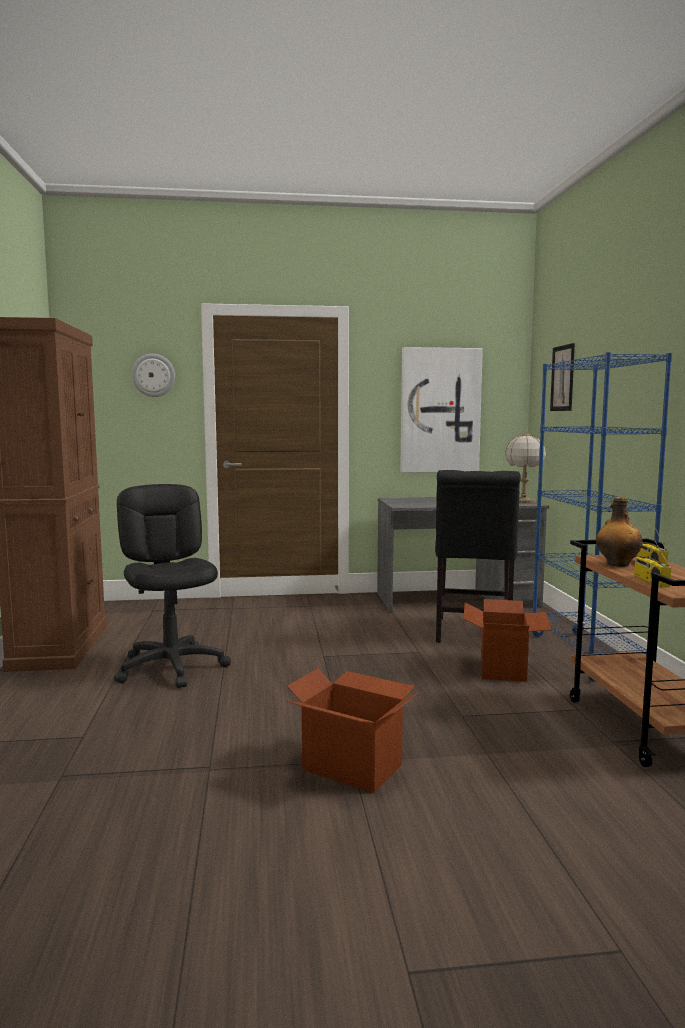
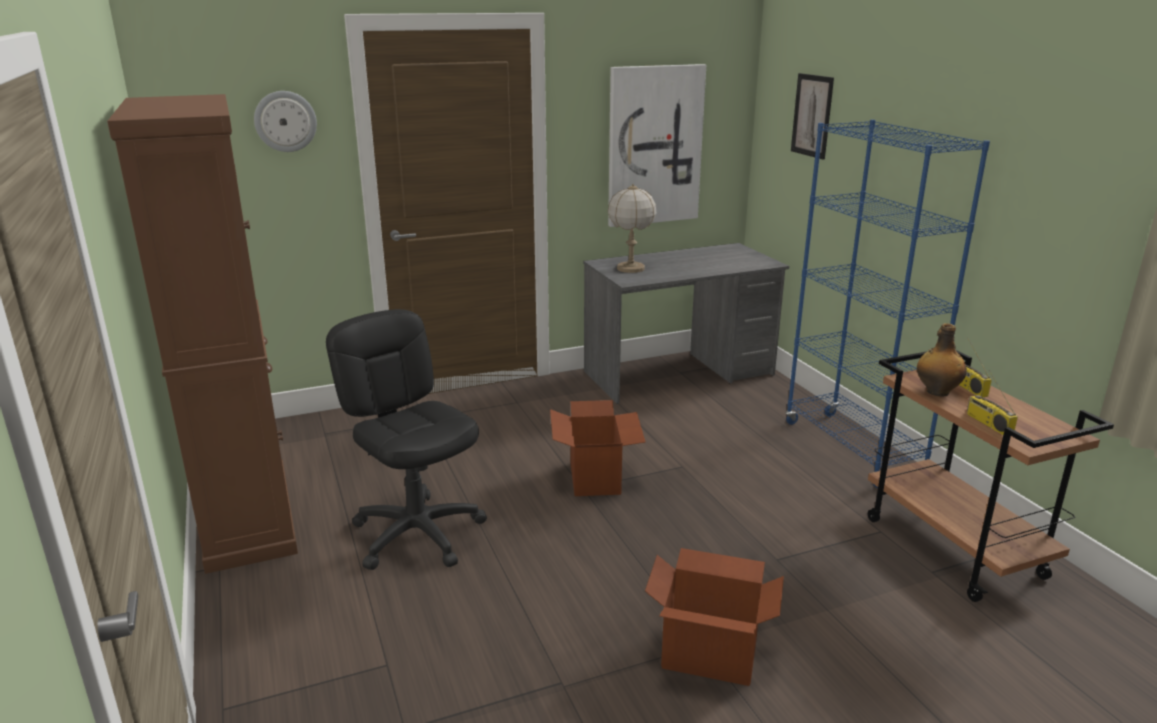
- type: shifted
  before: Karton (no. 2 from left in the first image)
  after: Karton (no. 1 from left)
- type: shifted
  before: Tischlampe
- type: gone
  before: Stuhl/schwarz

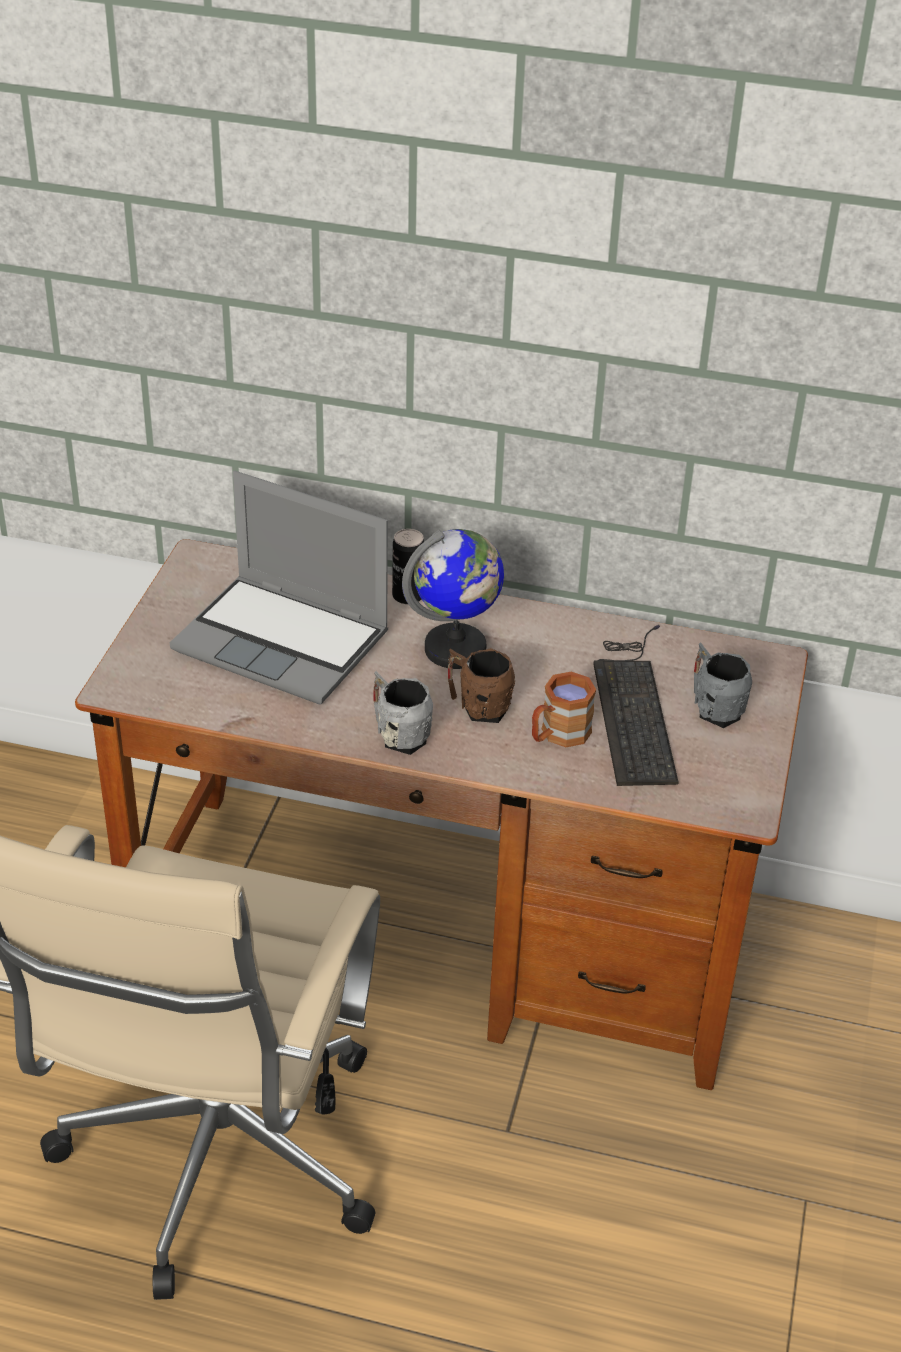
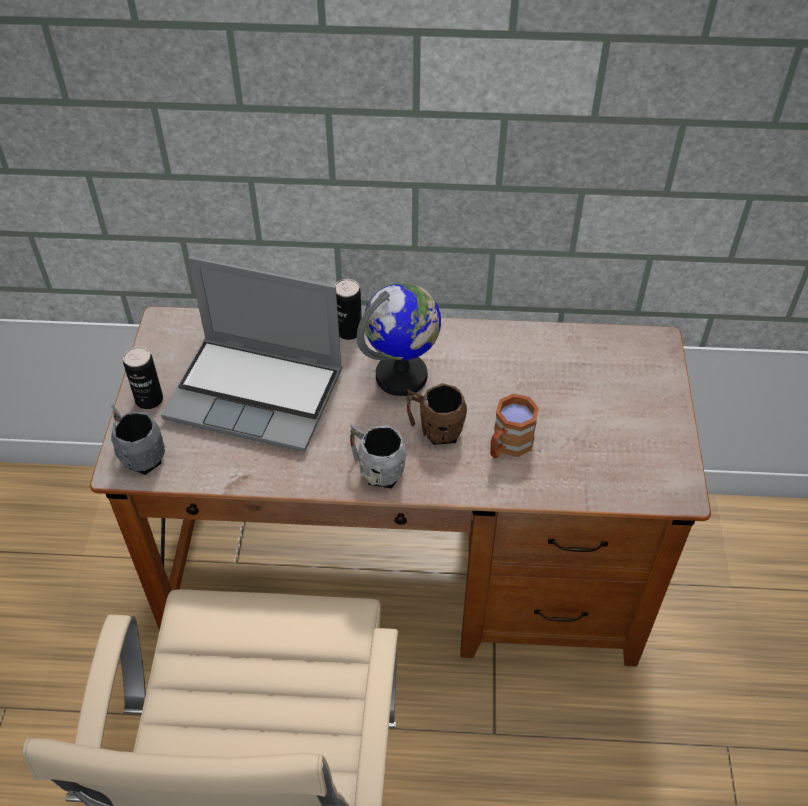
- type: shifted
  before: Henkelbecher/grau (no. 2 from left in the first image)
  after: Henkelbecher/grau (no. 1 from left)
- type: new
  after: Dose (no. 1 from left)
- type: gone
  before: Tastatur

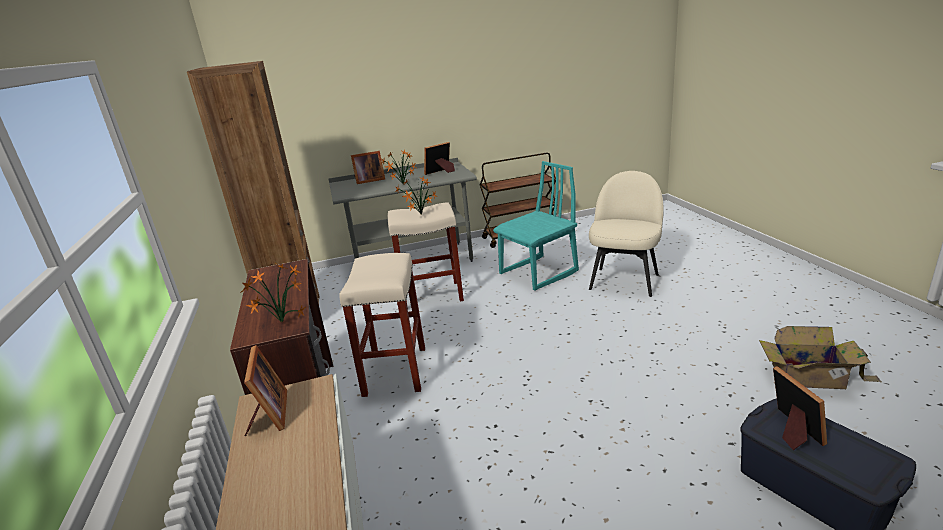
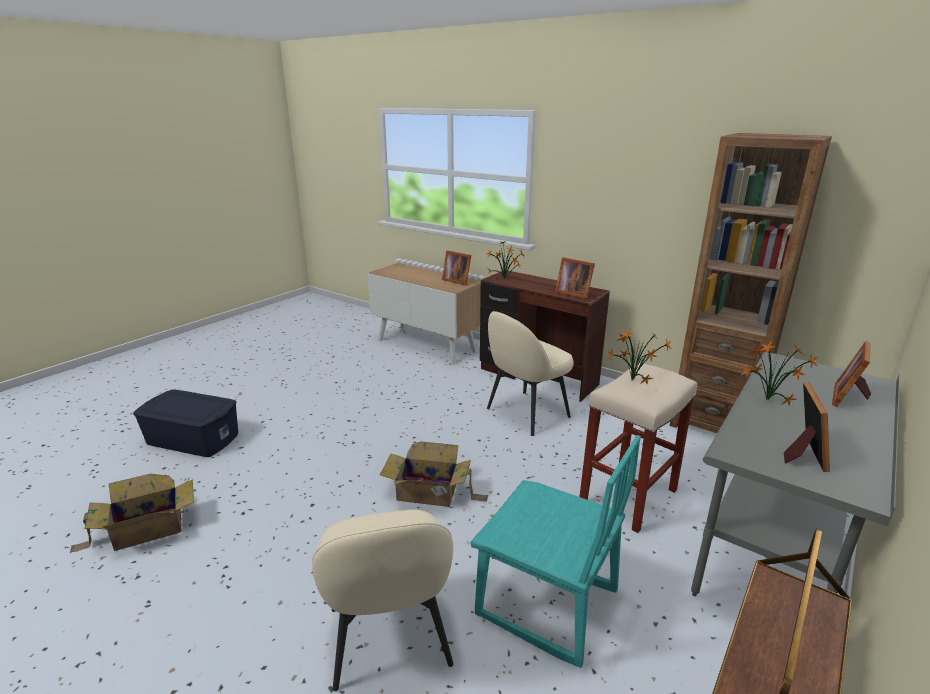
- type: new
  after: Karton (no. 2 from left)
- type: rotated
  before: Stuhl/türkis
  turn: -75
- type: swapped
  before: Hocker/beige (no. 1 from left)
  after: Stuhl/beige (no. 2 from left)
- type: shifted
  before: Bilderrahmen (no. 4 from left in the first image)
  after: Bilderrahmen (no. 2 from left)

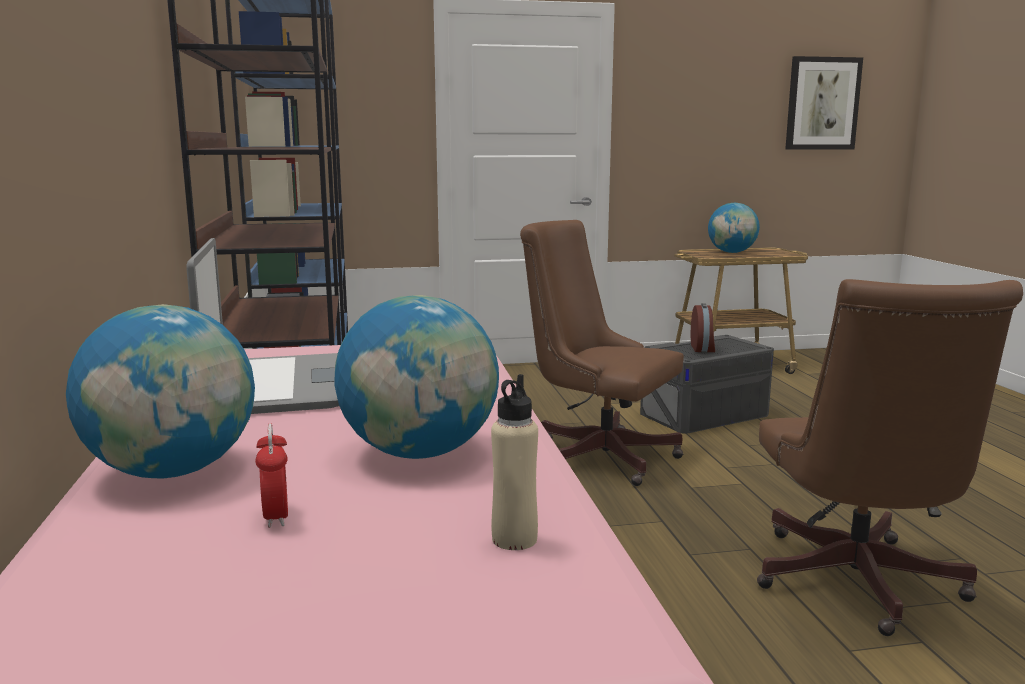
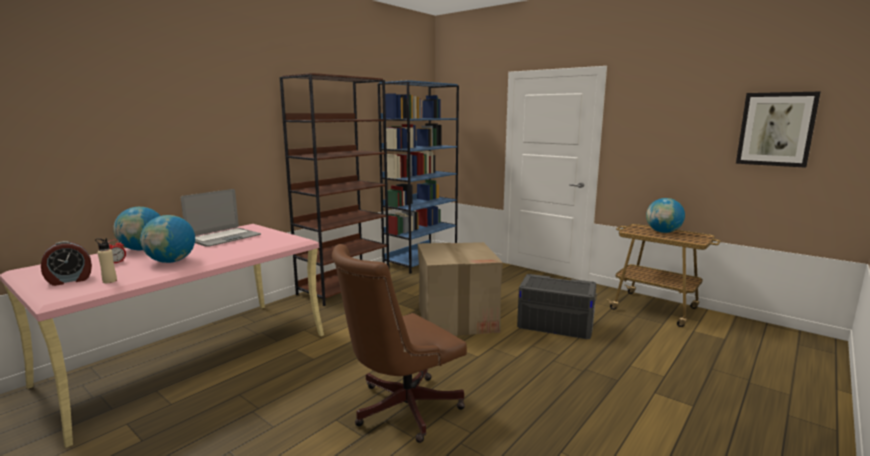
- type: shifted
  before: Wecker (no. 2 from left in the first image)
  after: Wecker (no. 1 from left)
- type: swapped
  before: Bürostuhl/braun (no. 1 from left)
  after: Karton

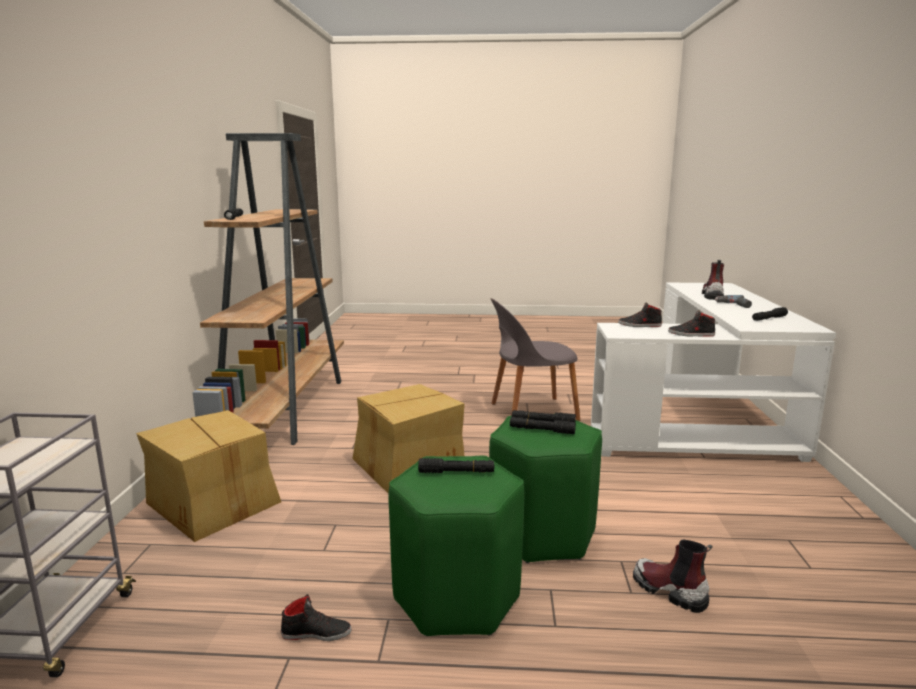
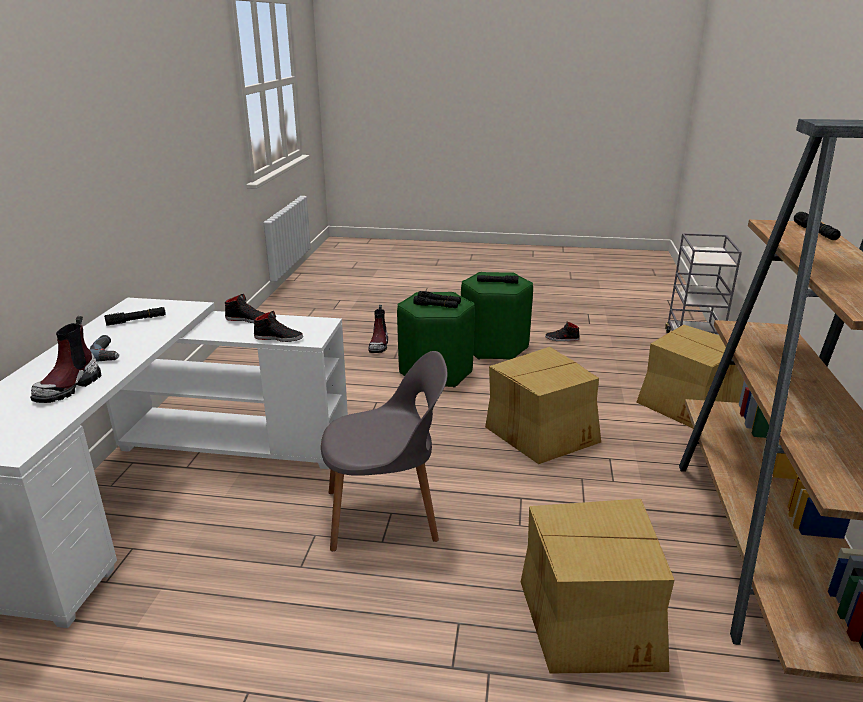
- type: rotated
  before: Stiefel (no. 1 from left in the first image)
  turn: 45
- type: new
  after: Karton (no. 2 from left)

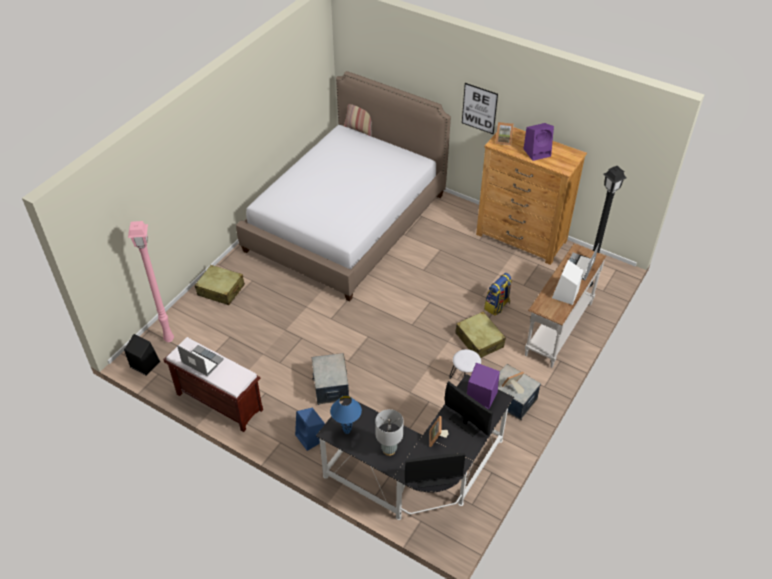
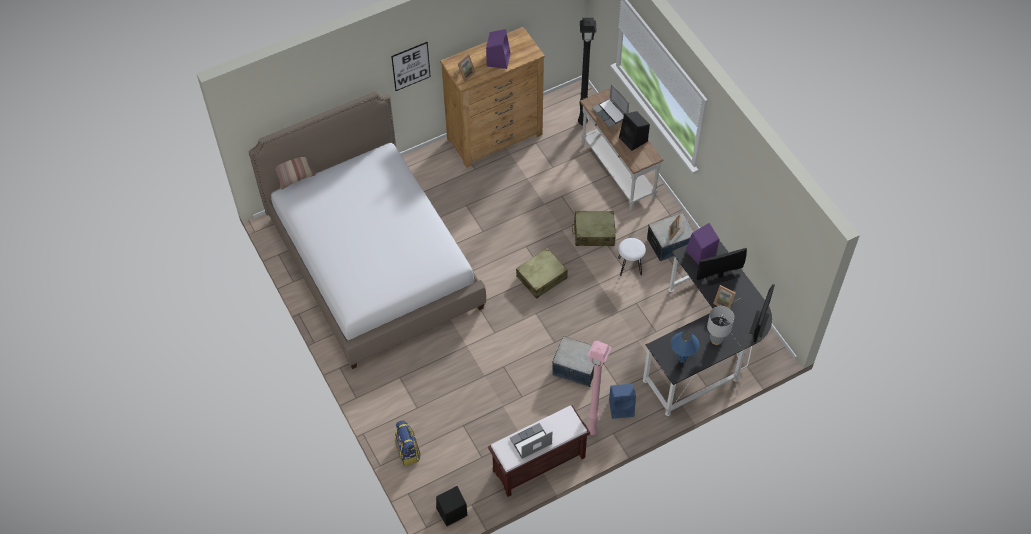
- type: shifted
  before: Rucksack
- type: shifted
  before: Koffer/beige (no. 1 from left)
- type: shifted
  before: Stehlampe/rosa
- type: repainted
  before: Lautsprecher/weiß
  after: Lautsprecher/schwarz (no. 2 from left)

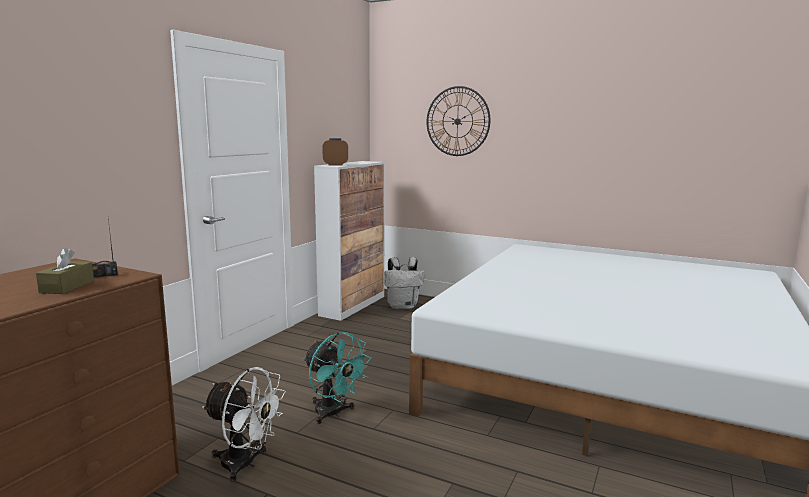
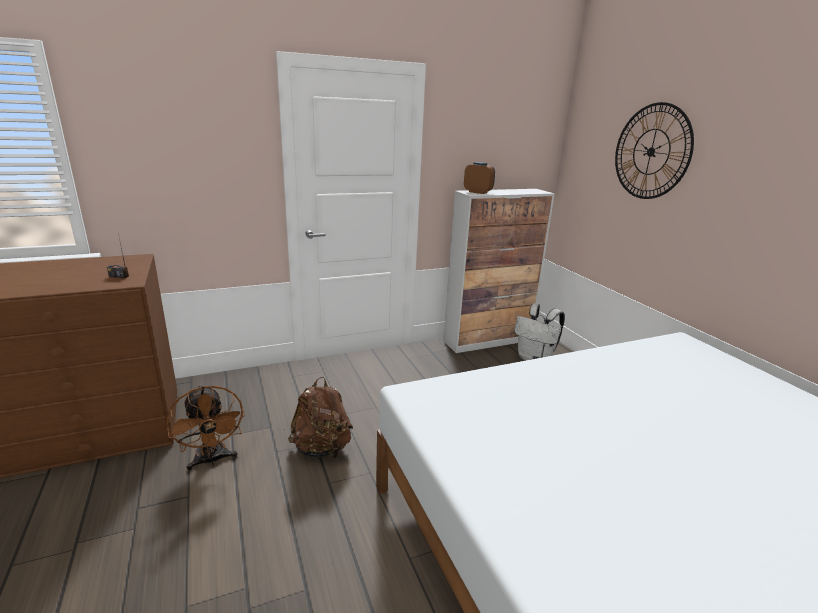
- type: repainted
  before: Ventilator/weiß
  after: Ventilator/braun
- type: swapped
  before: Ventilator/türkis
  after: Rucksack/braun
- type: gone
  before: Taschentuchbox/braun

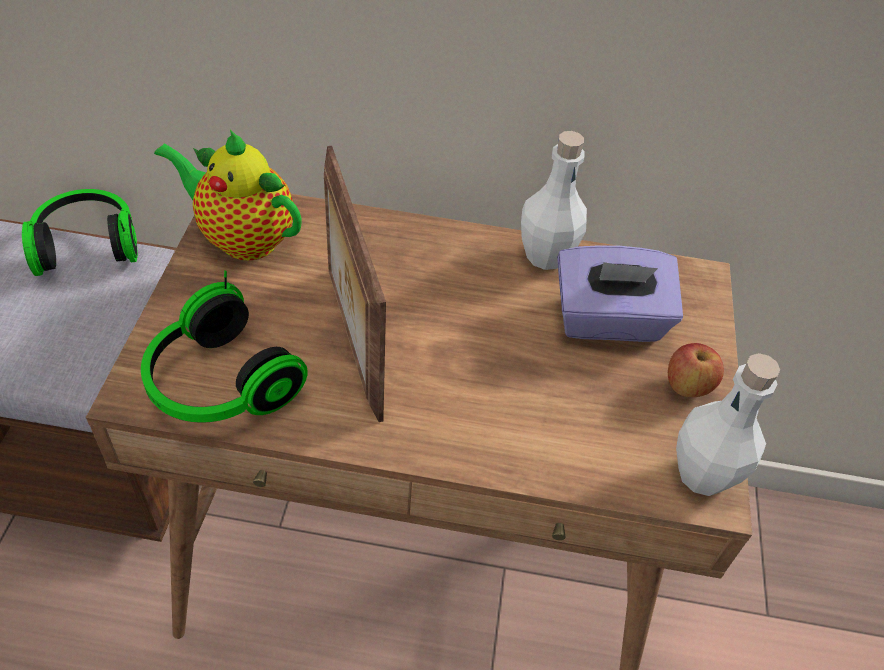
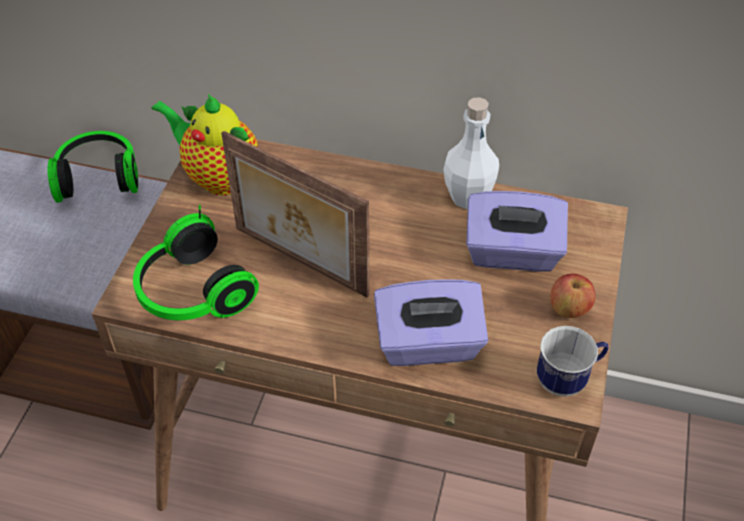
- type: rotated
  before: Bilderrahmen
  turn: -45
- type: new
  after: Taschentuchbox/lila (no. 1 from left)
- type: swapped
  before: Flasche/weiß (no. 2 from left)
  after: Henkelbecher

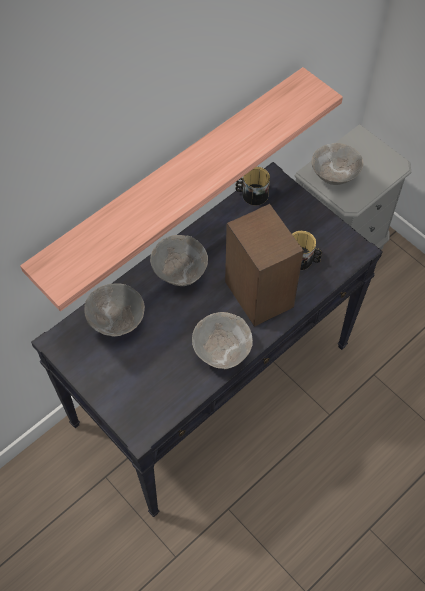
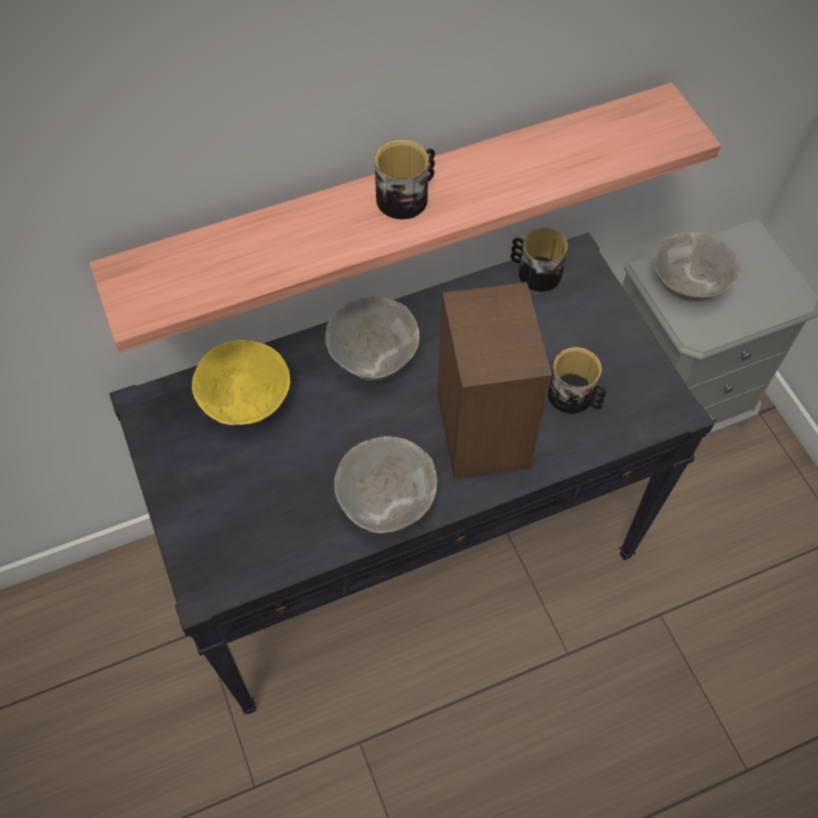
- type: repainted
  before: Schüssel/grau (no. 1 from left)
  after: Schüssel/gelb
- type: new
  after: Henkelbecher (no. 1 from left)

